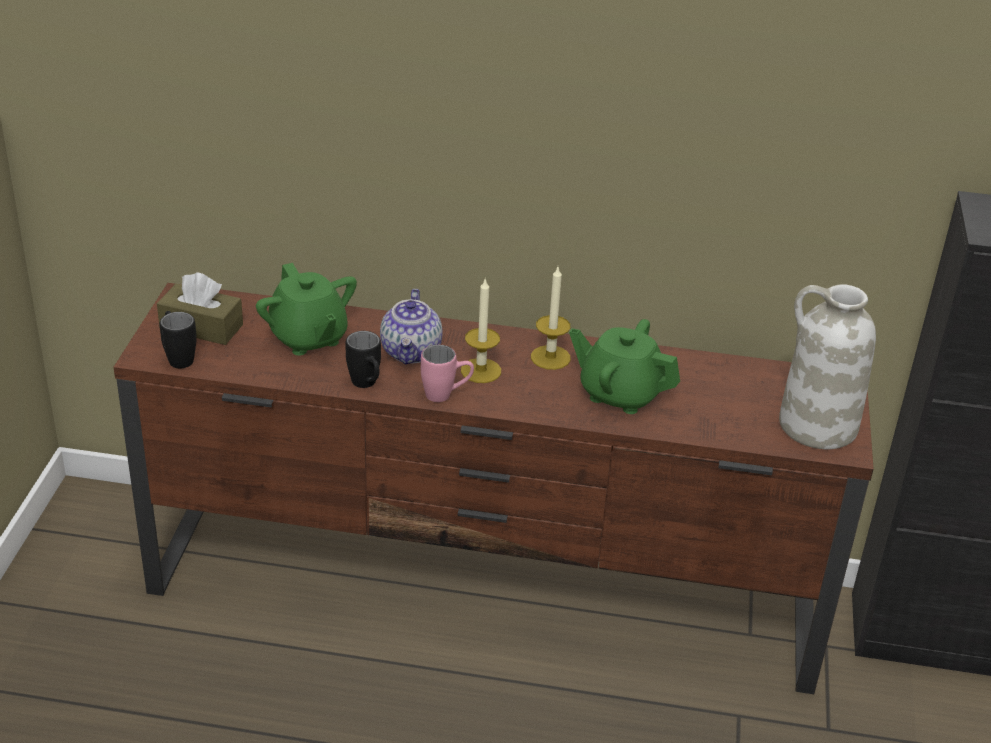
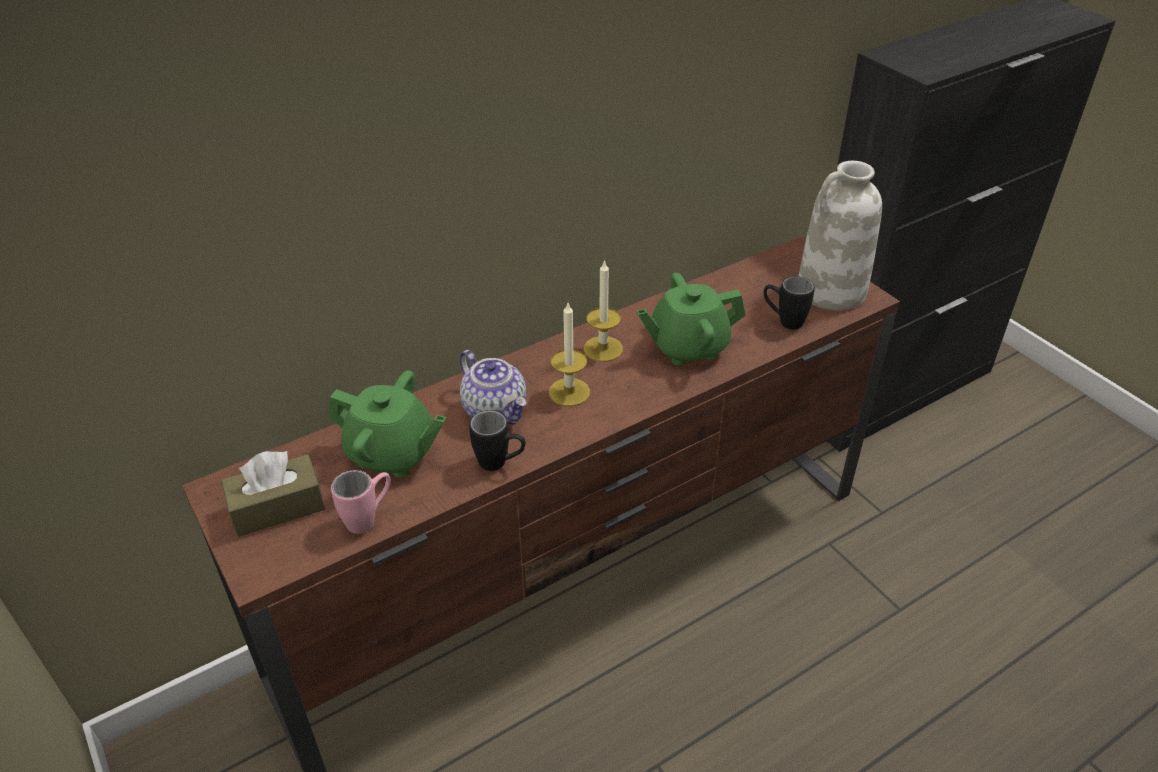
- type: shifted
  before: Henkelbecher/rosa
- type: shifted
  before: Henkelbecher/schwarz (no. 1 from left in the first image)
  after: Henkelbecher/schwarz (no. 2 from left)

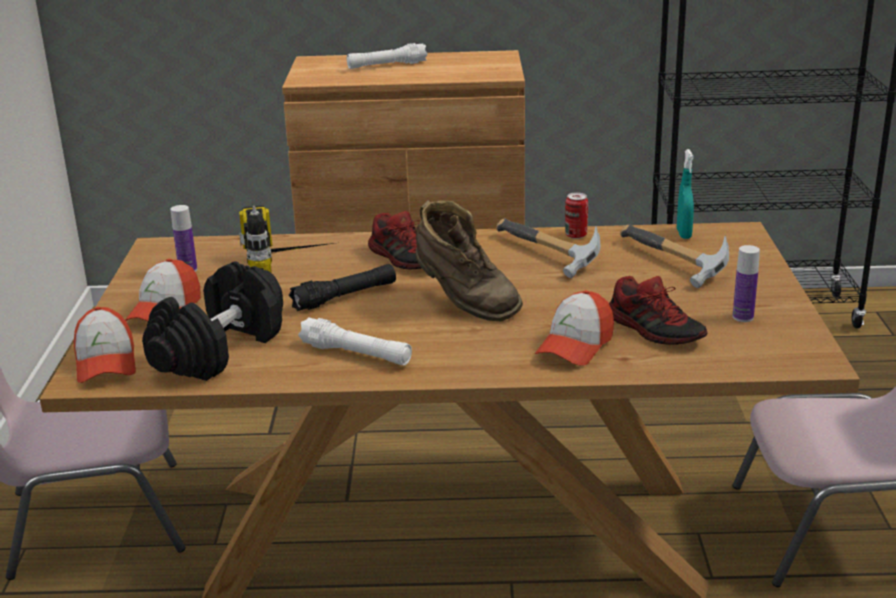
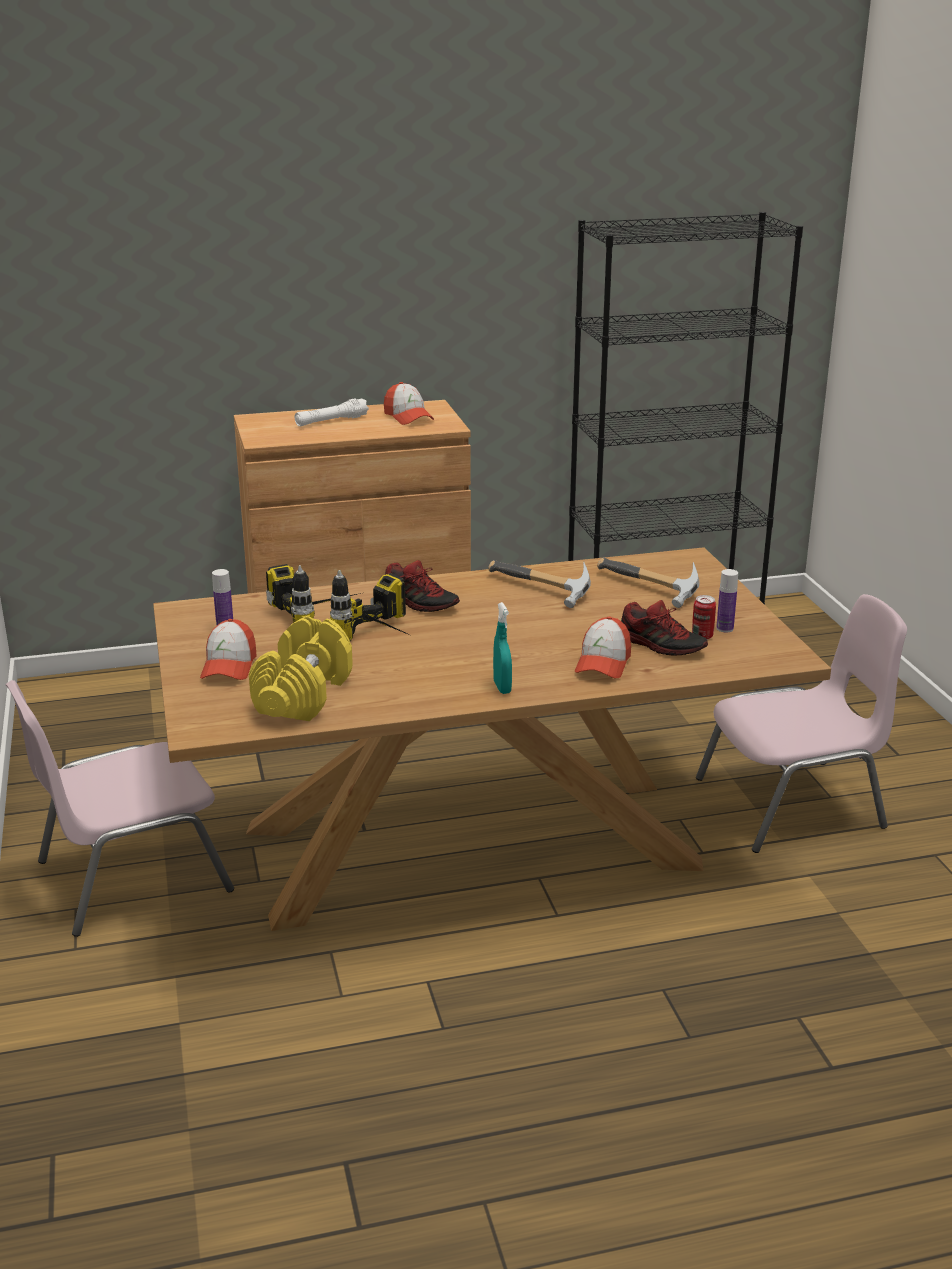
- type: repainted
  before: Hantel/schwarz
  after: Hantel/gelb
- type: swapped
  before: Taschenlampe/schwarz
  after: Bohrmaschine (no. 2 from left)
- type: shifted
  before: Kappe (no. 1 from left in the first image)
  after: Kappe (no. 2 from left)
- type: shifted
  before: Sprühflasche/türkis
- type: shifted
  before: Dose
- type: gone
  before: Taschenlampe/weiß (no. 1 from left)
- type: gone
  before: Stiefel/braun

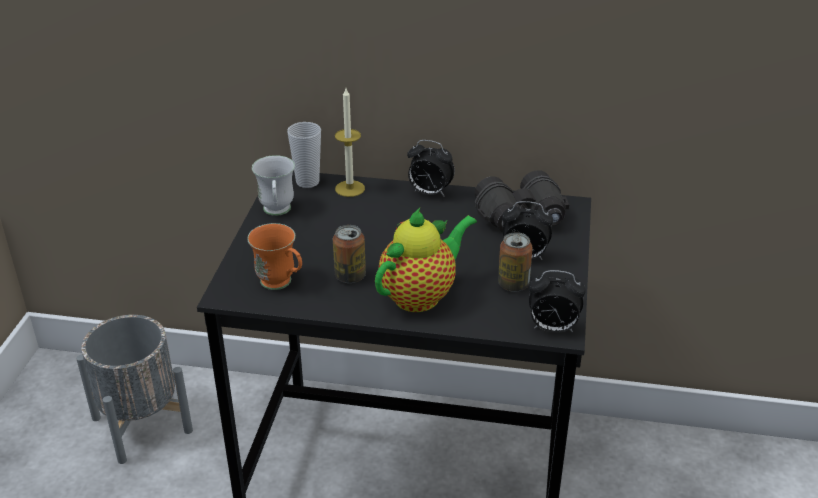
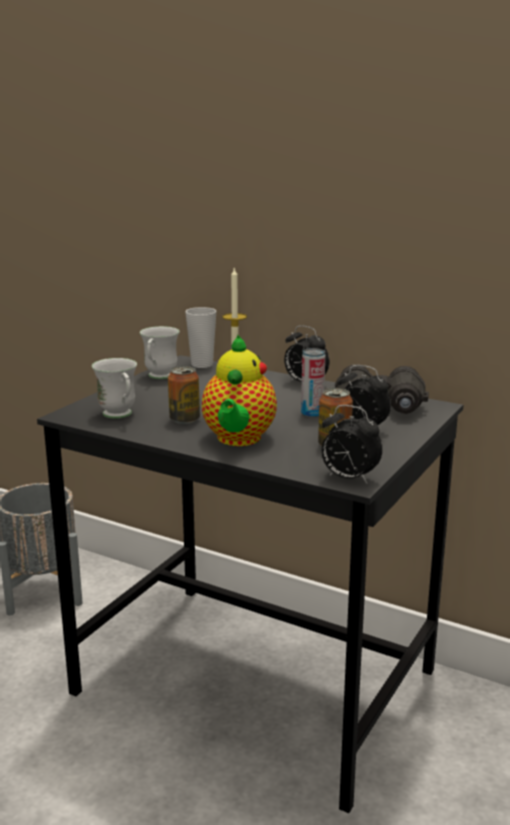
- type: repainted
  before: Henkelbecher/orange
  after: Henkelbecher/weiß (no. 1 from left)
- type: rotated
  before: Teekanne
  turn: 120
- type: new
  after: Dose (no. 2 from left)

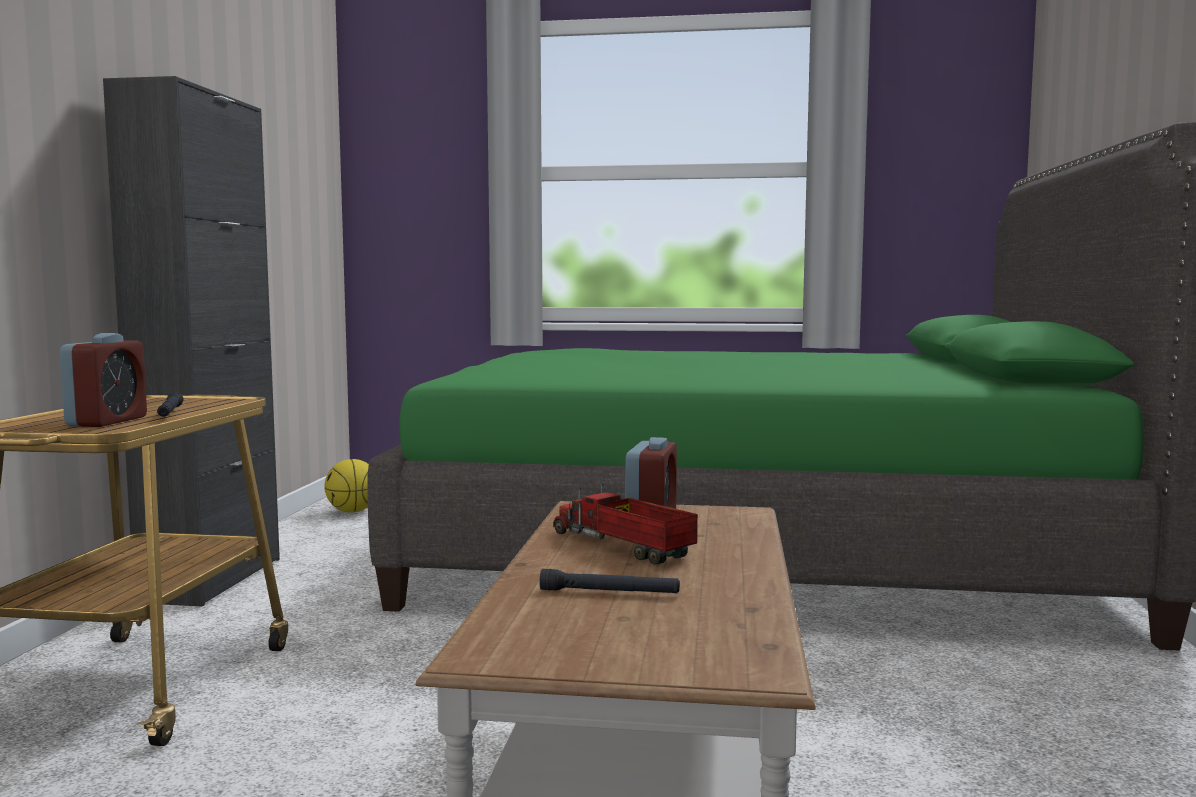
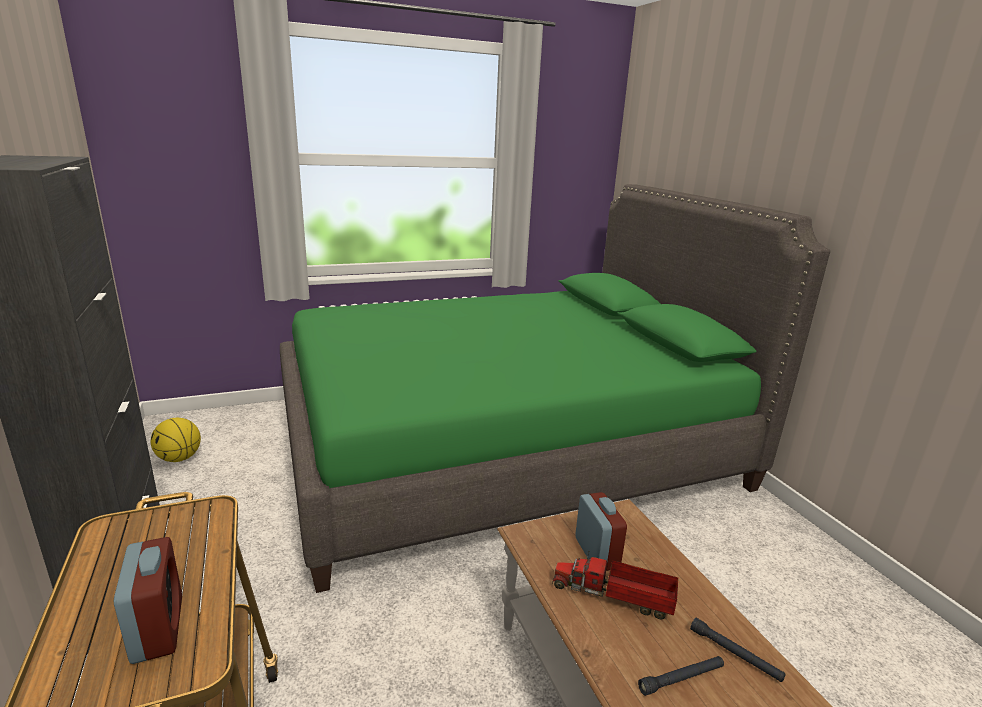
- type: shifted
  before: Taschenlampe/schwarz (no. 1 from left in the first image)
  after: Taschenlampe/schwarz (no. 2 from left)

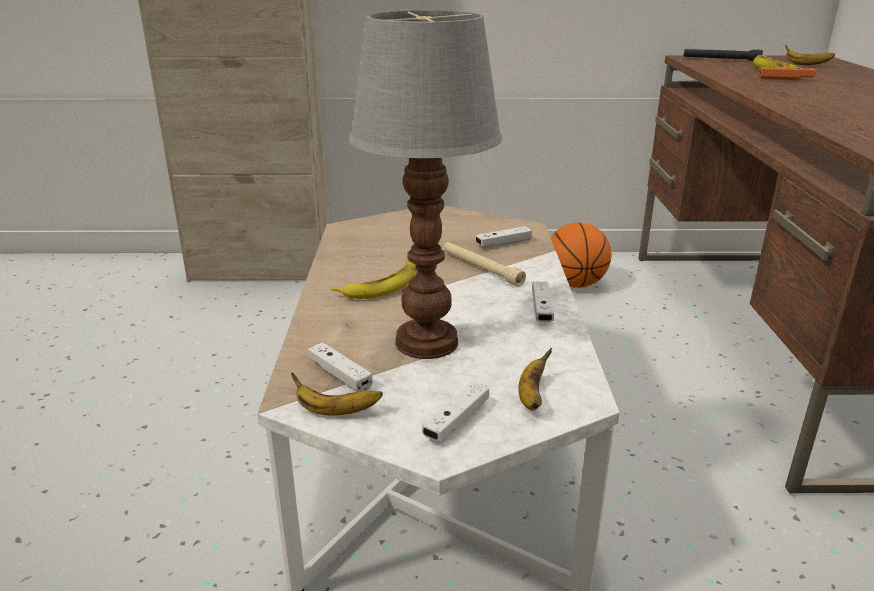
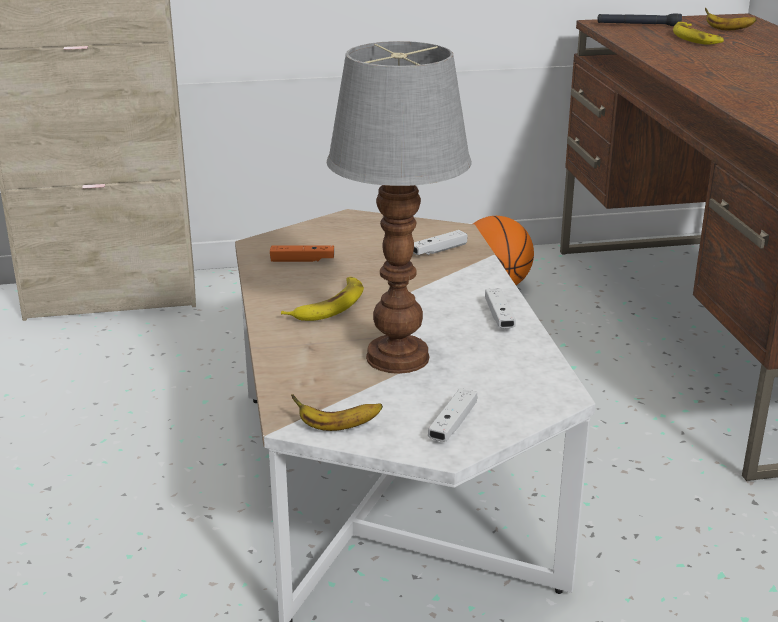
- type: shifted
  before: Gamepad/orange
- type: gone
  before: Gamepad/weiß (no. 1 from left)
- type: gone
  before: Taschenlampe/beige
- type: gone
  before: Banane (no. 3 from left)

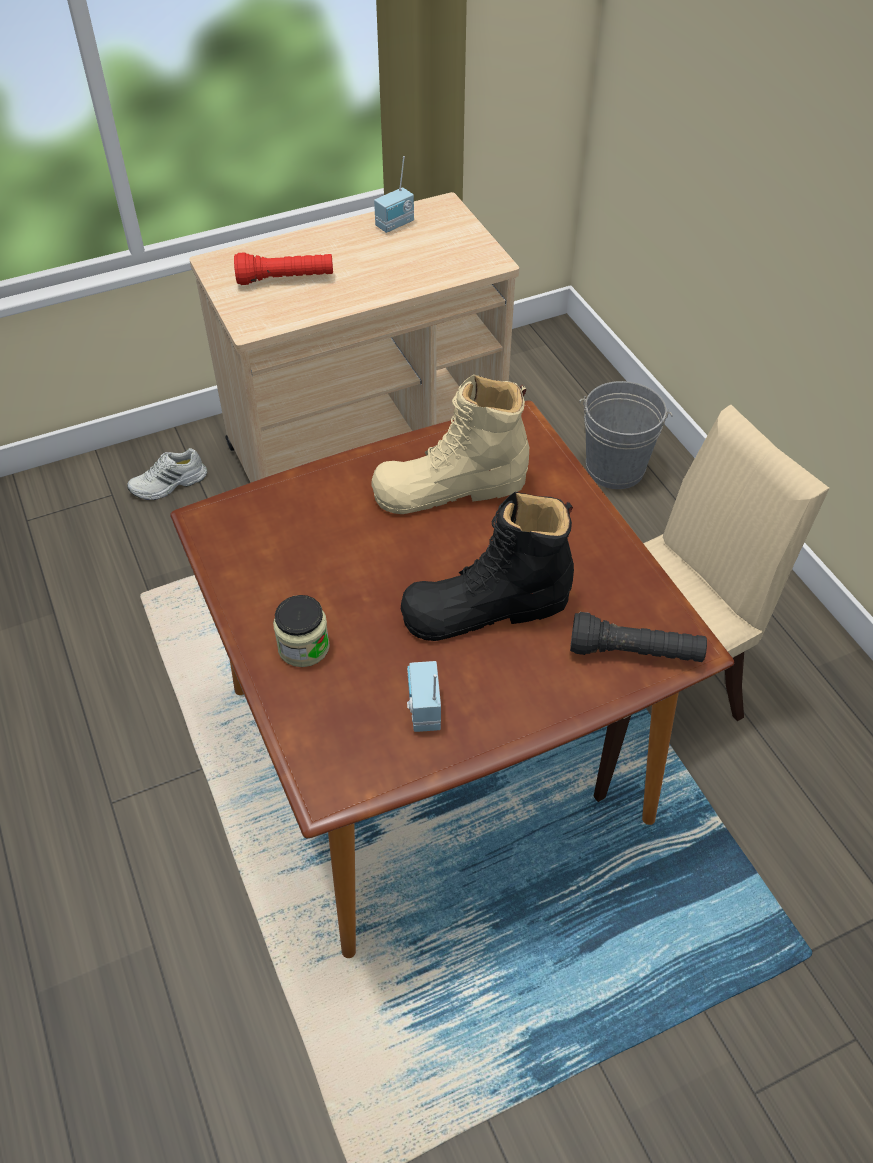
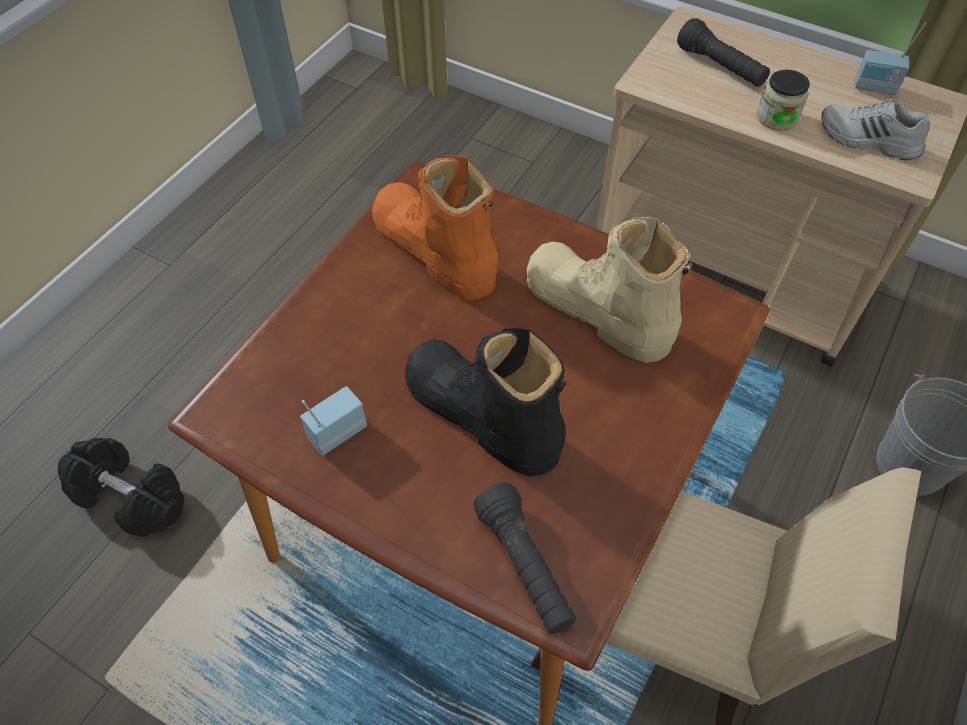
- type: new
  after: Hantel/schwarz
- type: new
  after: Stiefel/orange
- type: repainted
  before: Taschenlampe/rot
  after: Taschenlampe/schwarz (no. 2 from left)
- type: shifted
  before: Vorratsglas
- type: shifted
  before: Schuh/weiß

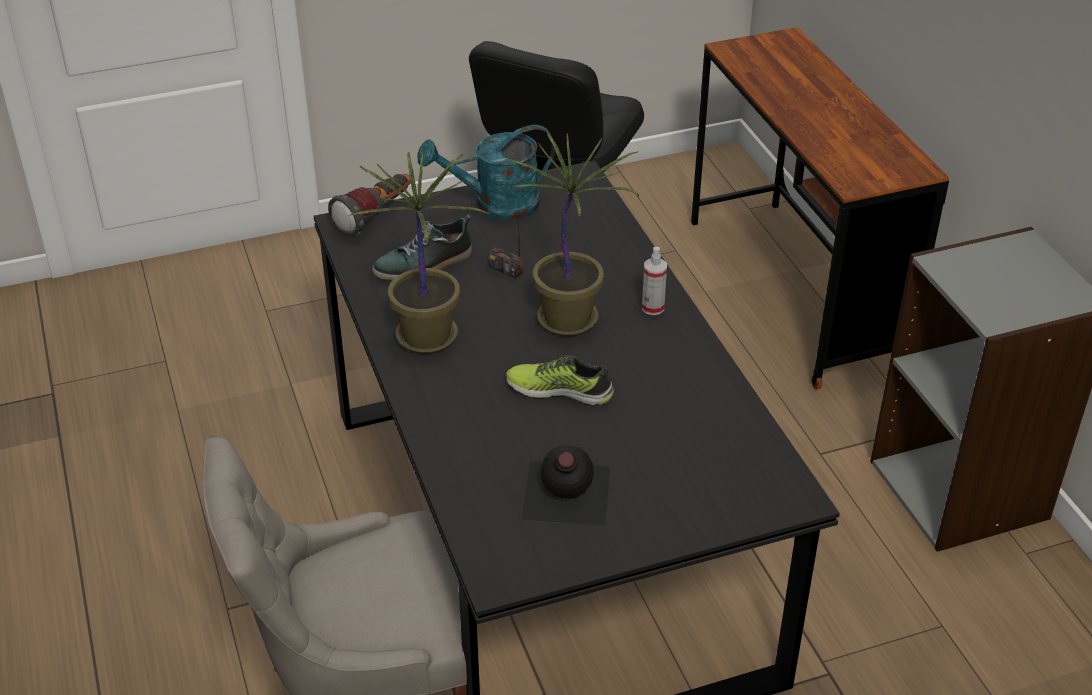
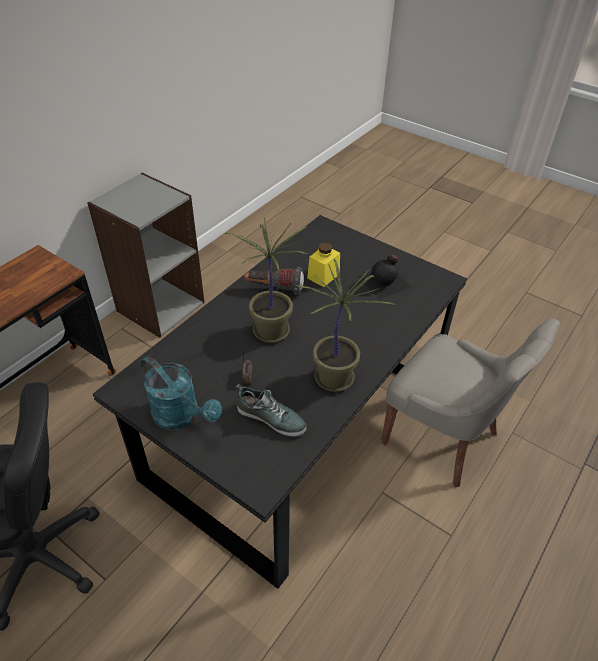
- type: shifted
  before: Taschenlampe
- type: new
  after: Vorratsglas/gelb
- type: gone
  before: Schuh (no. 2 from left)
- type: gone
  before: Sprühflasche

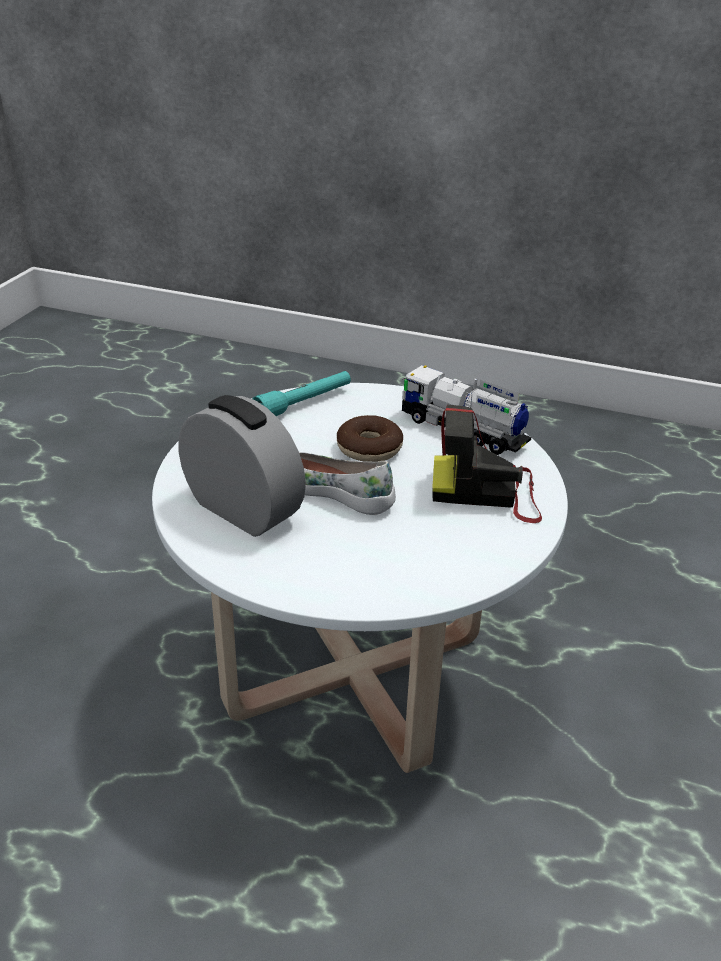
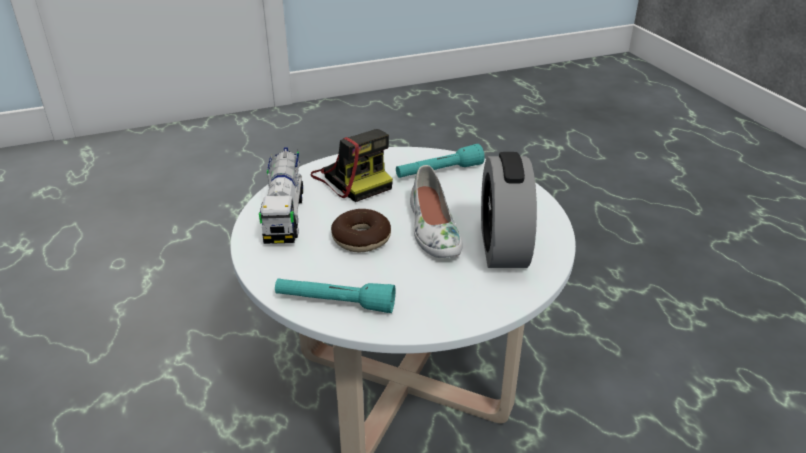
- type: new
  after: Taschenlampe/türkis (no. 2 from left)

